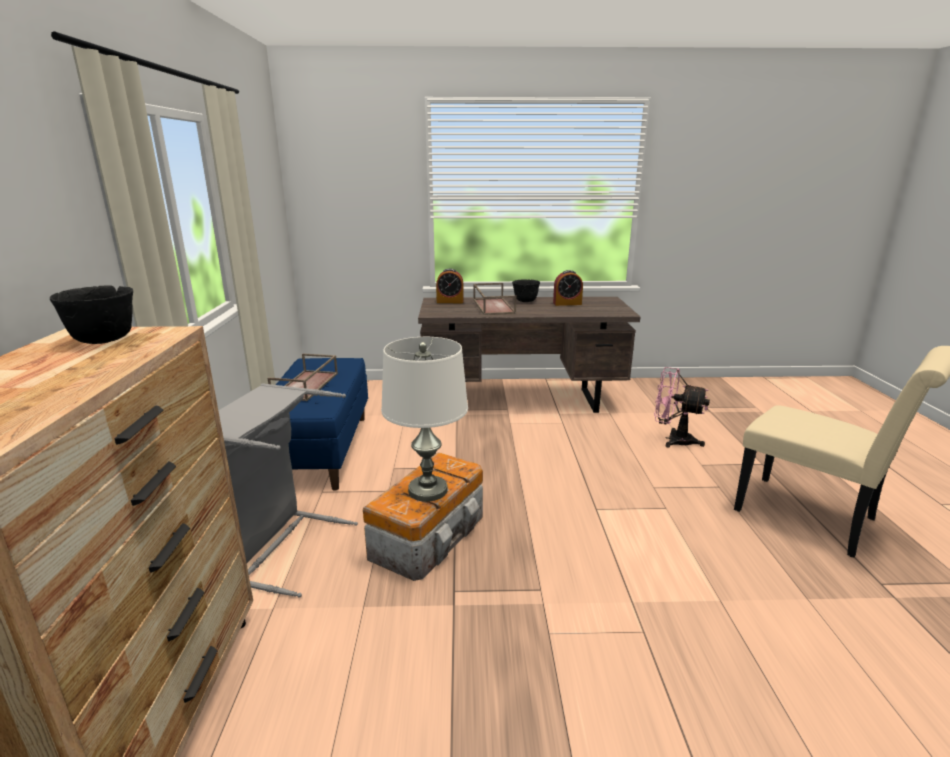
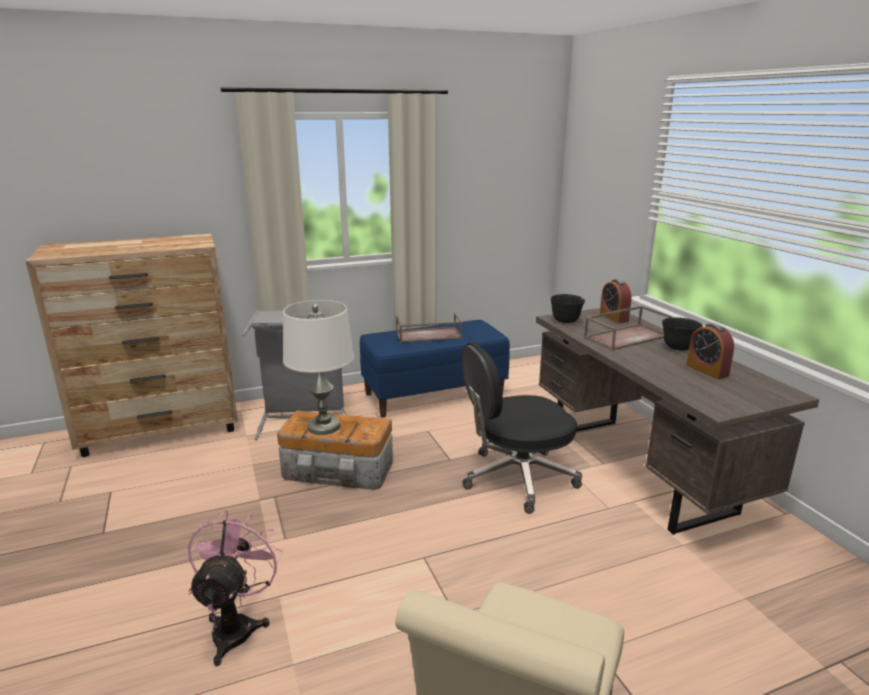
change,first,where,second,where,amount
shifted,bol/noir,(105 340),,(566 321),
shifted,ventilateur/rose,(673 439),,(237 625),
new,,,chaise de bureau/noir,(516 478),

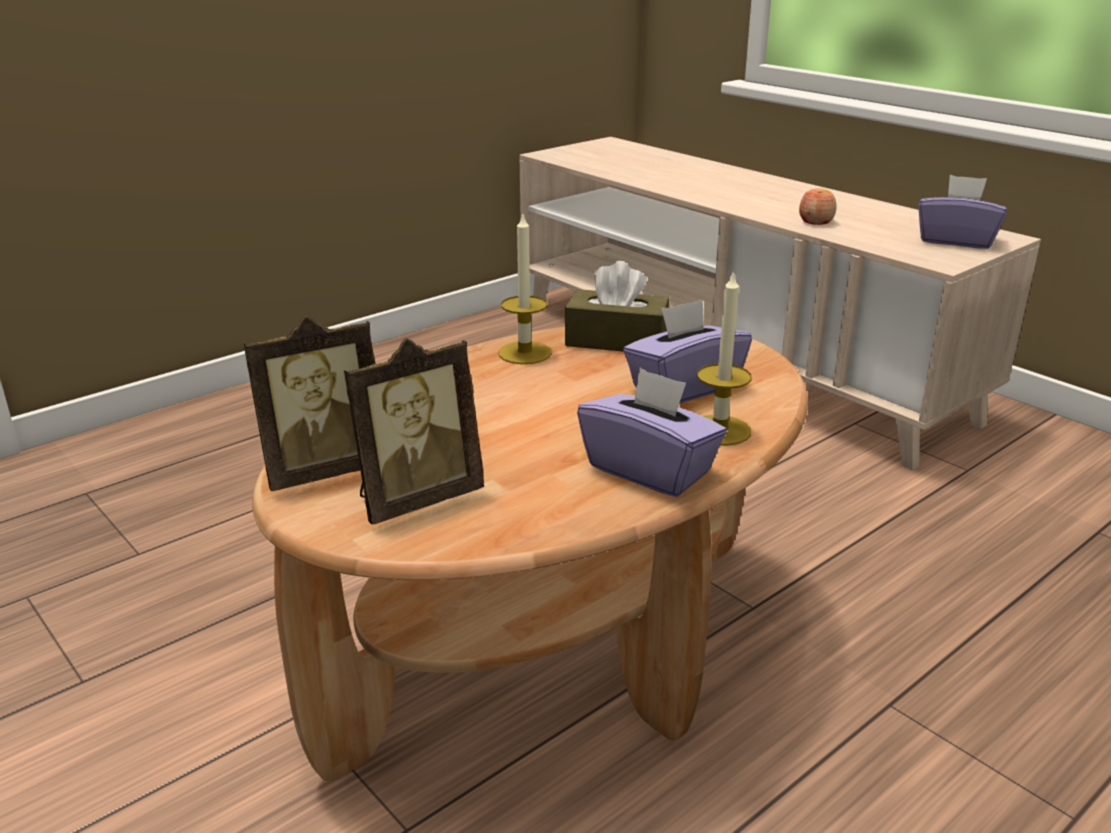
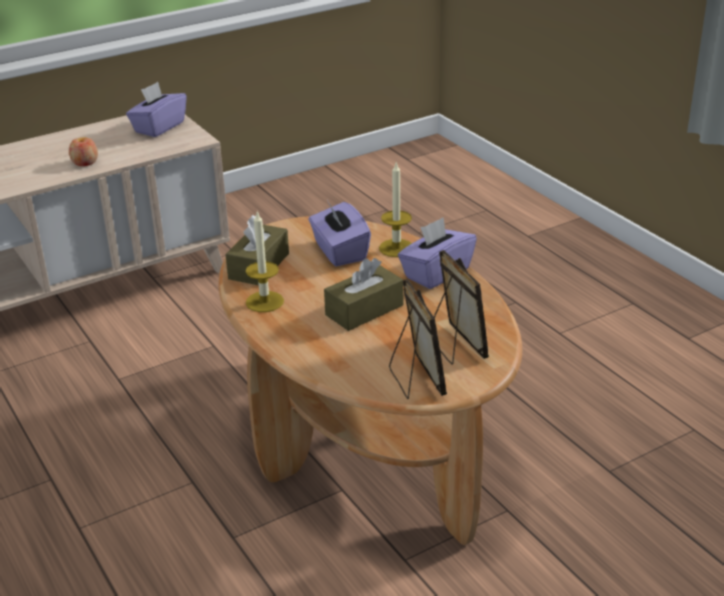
change,first,where,second,where,amount
new,,,boîte à mouchoirs/marron,(364 310),

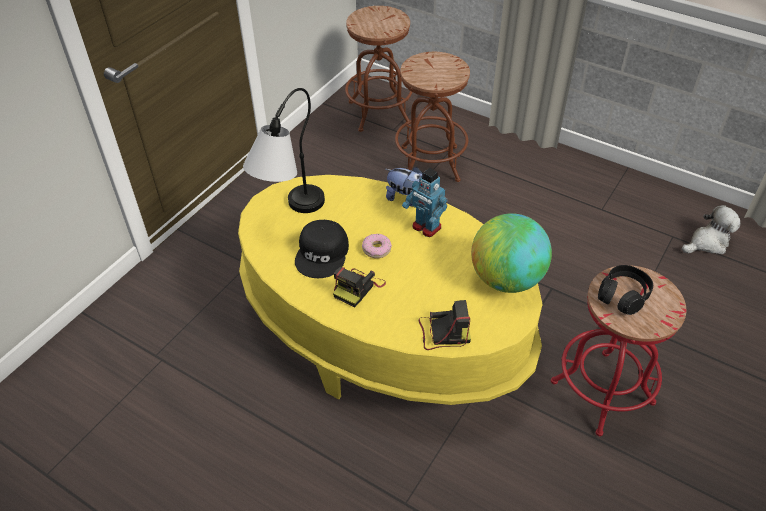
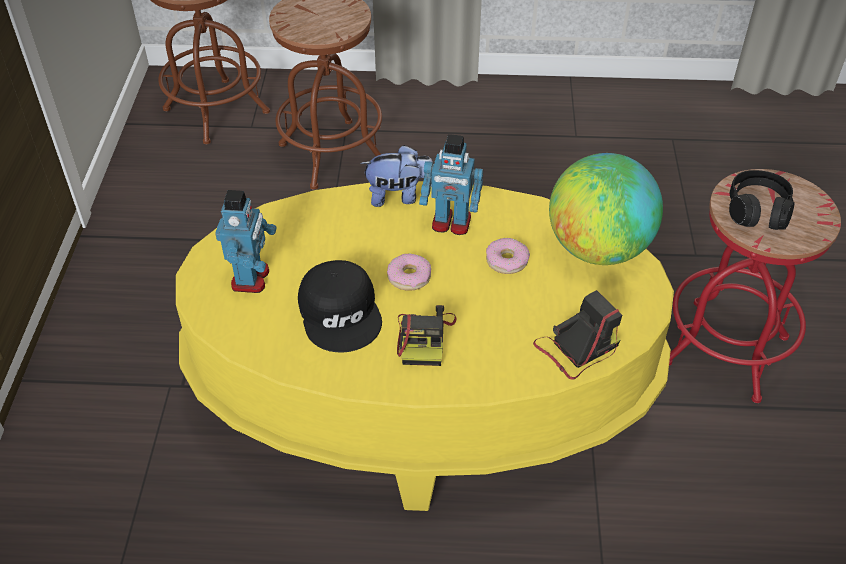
change,first,where,second,where,amount
swapped,lampe de table,(289 214),robot jouet,(251 278),
gone,peluche,(707 242),,,
new,,,beignet,(507 261),

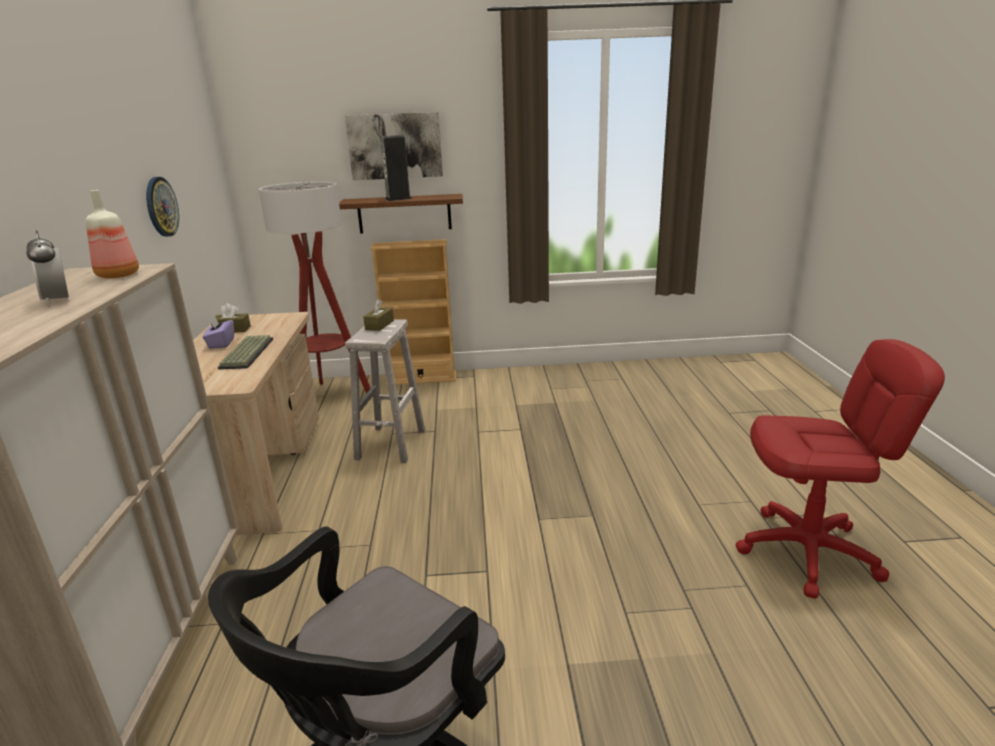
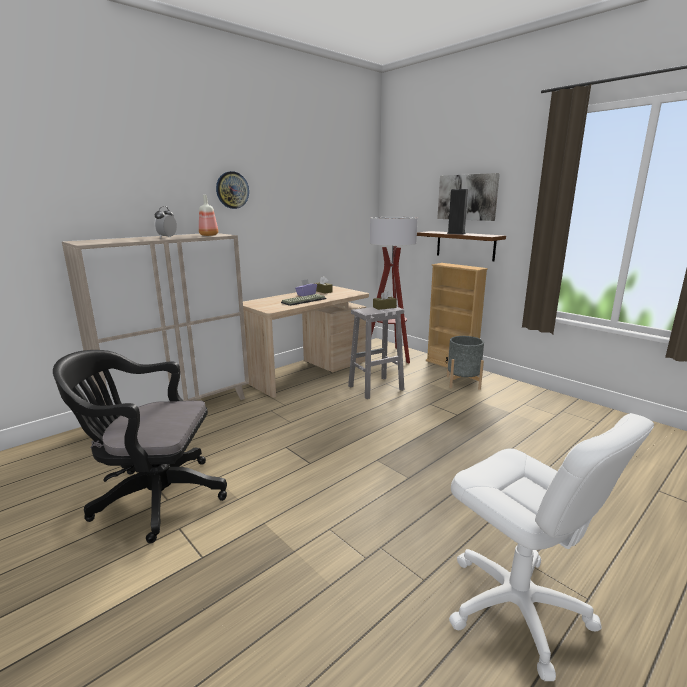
change,first,where,second,where,amount
shifted,horloge murale,(161 207),,(232 190),
repainted,chaise de bureau/rouge,(807 552),chaise de bureau/blanc,(516 607),
new,,,cache-pot/gris,(463 382),

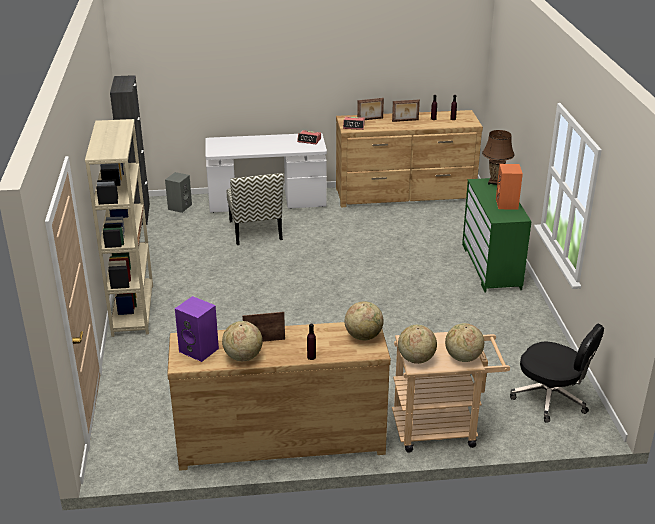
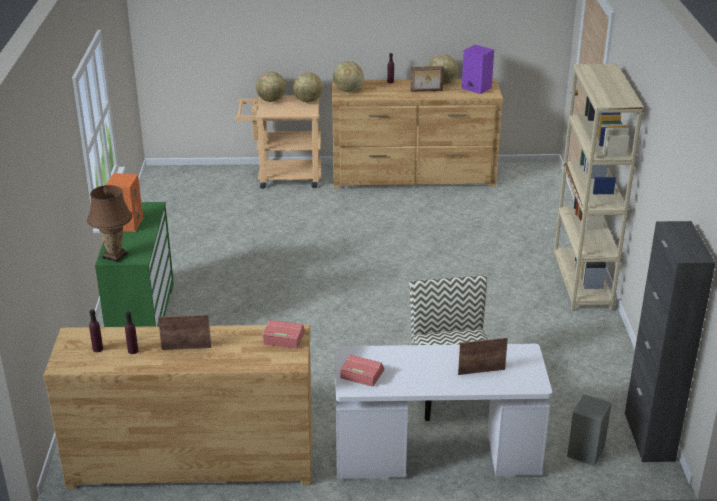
change,first,where,second,where,amount
shifted,cadre photo,(370 119),,(481 371),
gone,chaise de bureau/noir,(551 398),,,

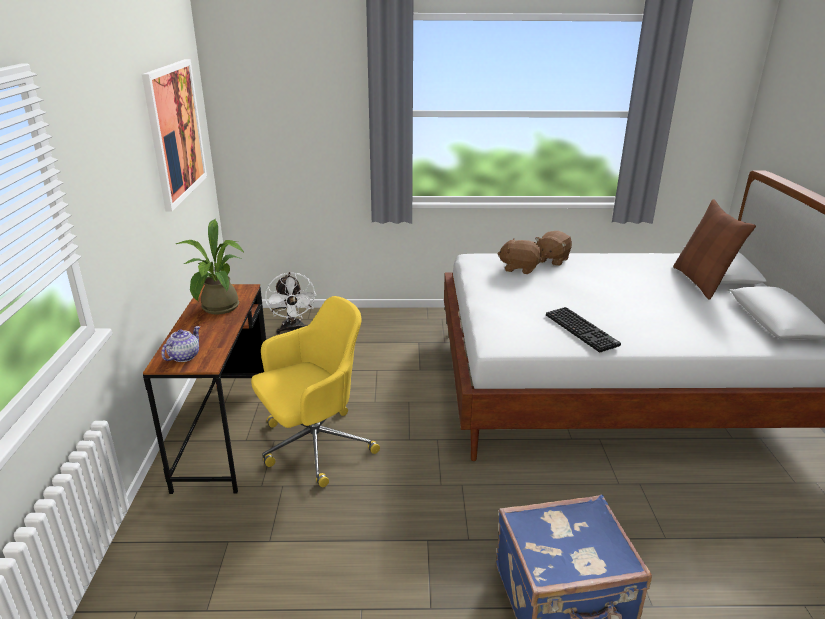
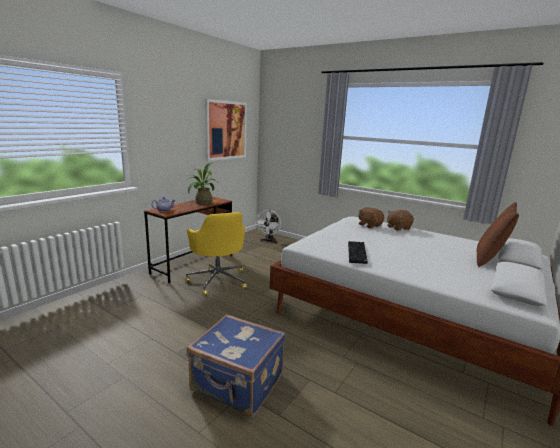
change,first,where,second,where,amount
rotated,chaise de bureau/jaune,(314 446),,(218 280),60 degrees clockwise

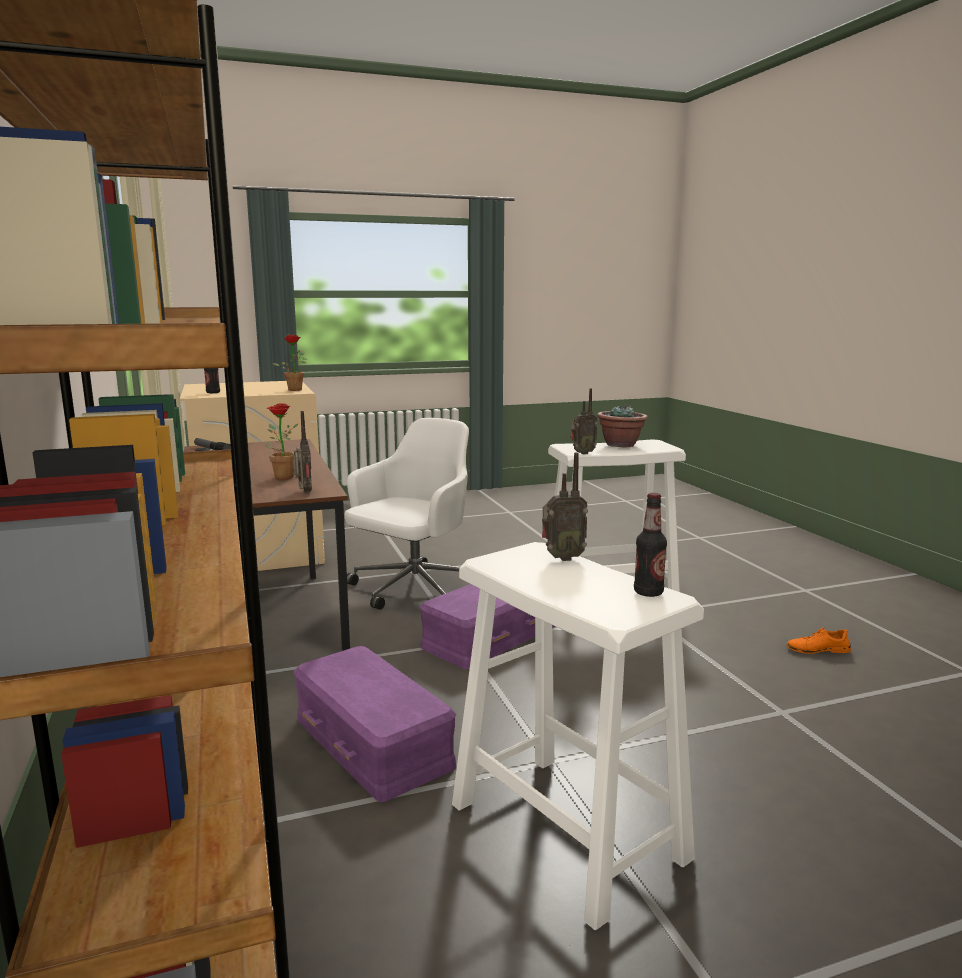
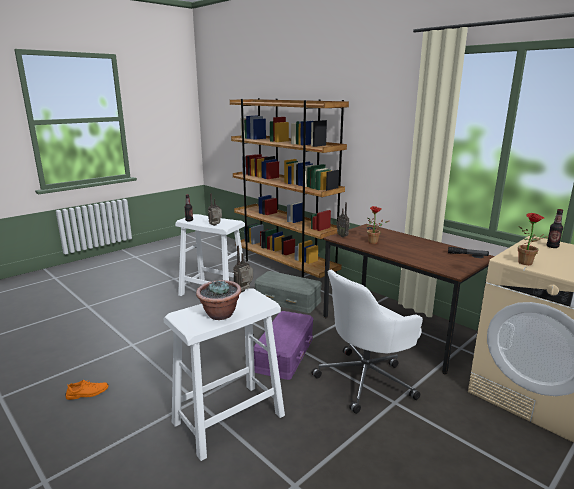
change,first,where,second,where,amount
rotated,chaise de bureau/blanc,(413 590),,(366 379),45 degrees clockwise
repainted,boîte de rangement/violet,(370 742),boîte de rangement/gris,(288 300),

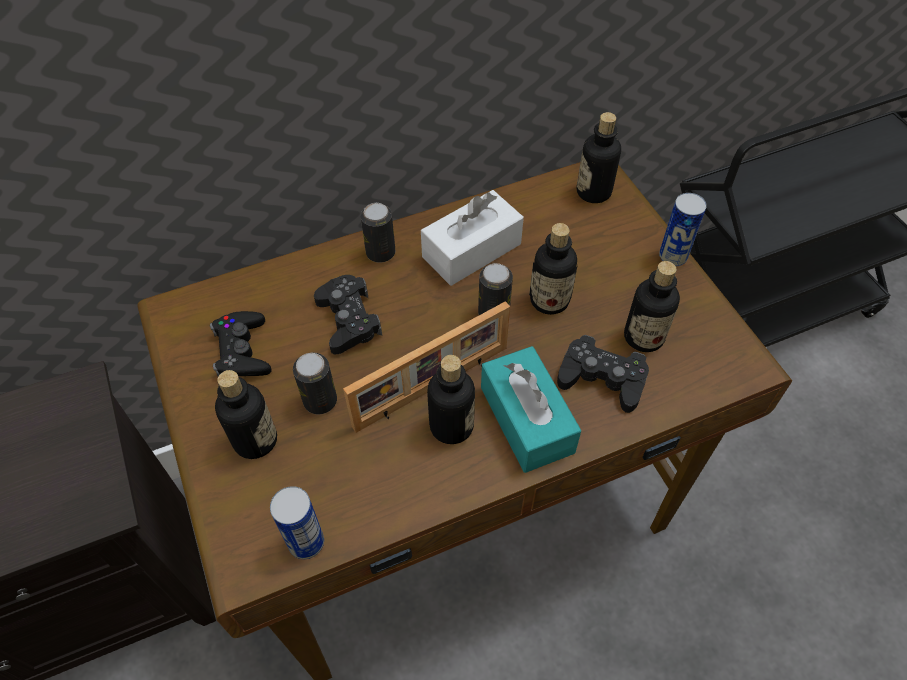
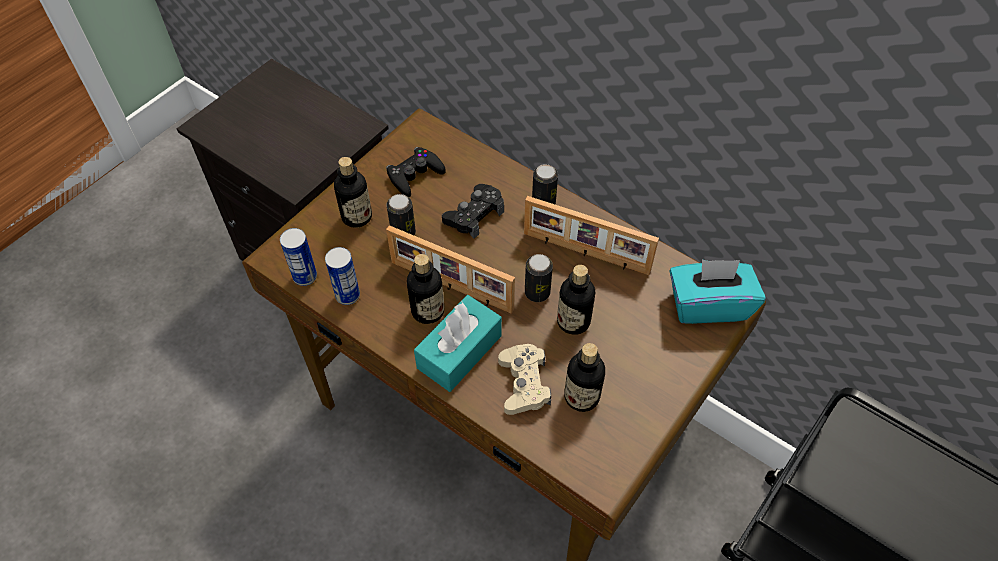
change,first,where,second,where,amount
swapped,bouteille,(593 192),boîte à mouchoirs/turquoise,(708 305),
swapped,boîte à mouchoirs/blanc,(471 250),cadre photo,(585 253),
shifted,boîte métallique,(673 256),,(347 295),
repainted,manette/noir,(602 378),manette/beige,(524 384),

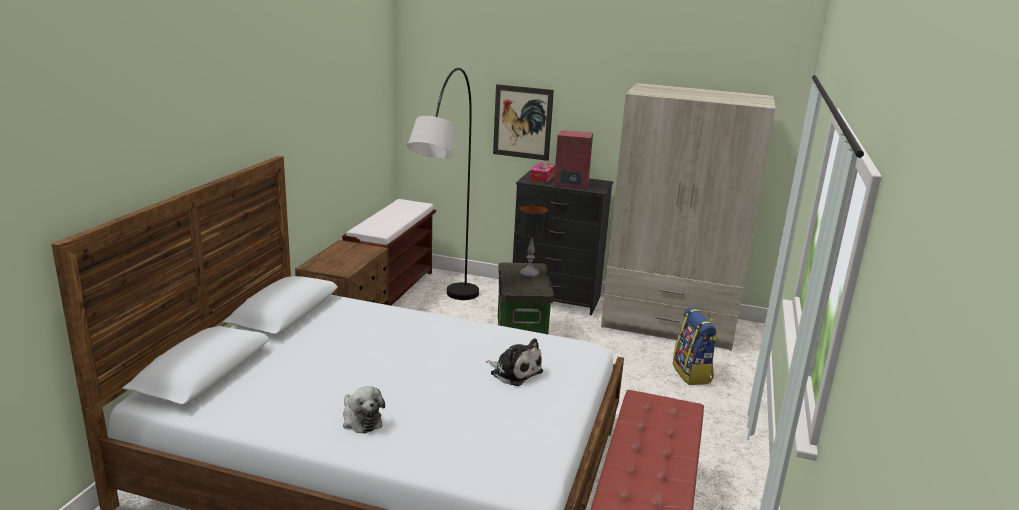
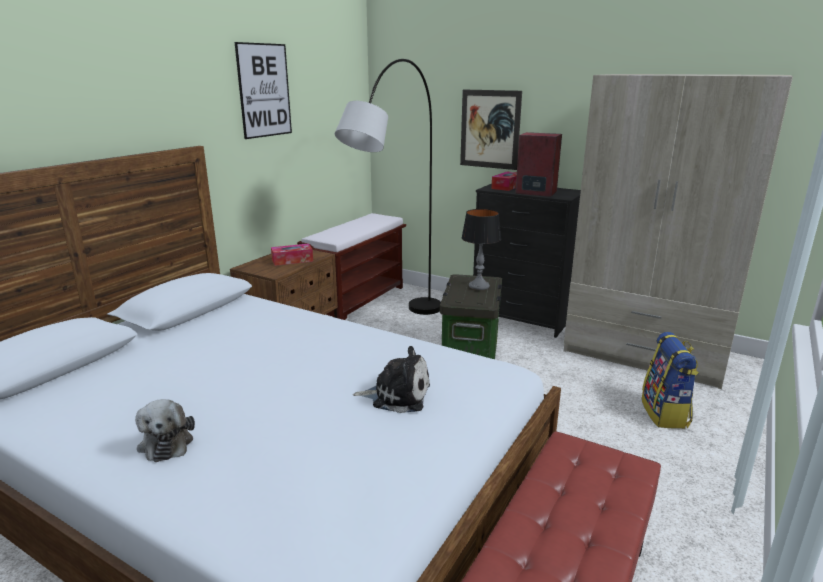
change,first,where,second,where,amount
rotated,peluche,(514 372),,(397 395),45 degrees counterclockwise
new,,,tableau,(264 90),
new,,,boîte à mouchoirs,(292 260),

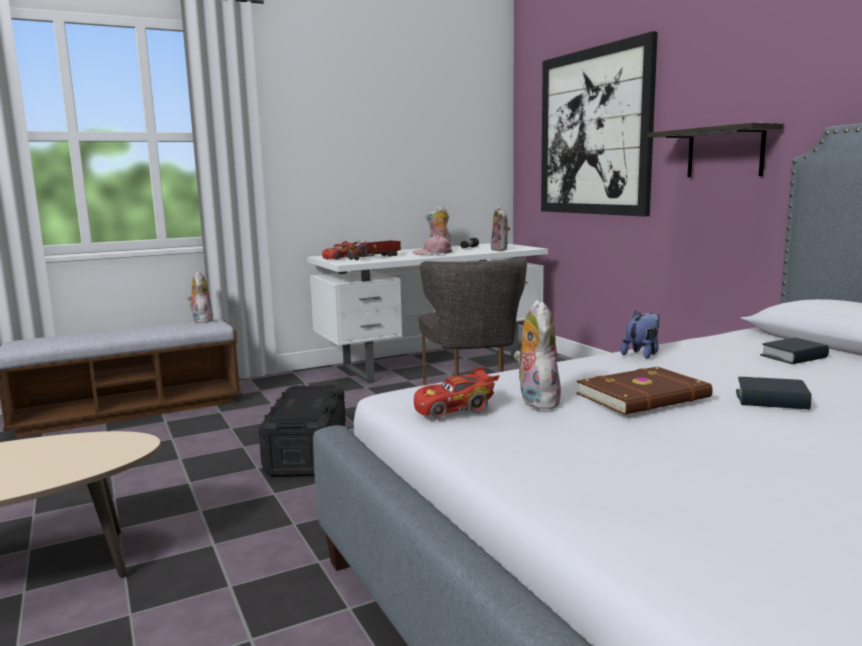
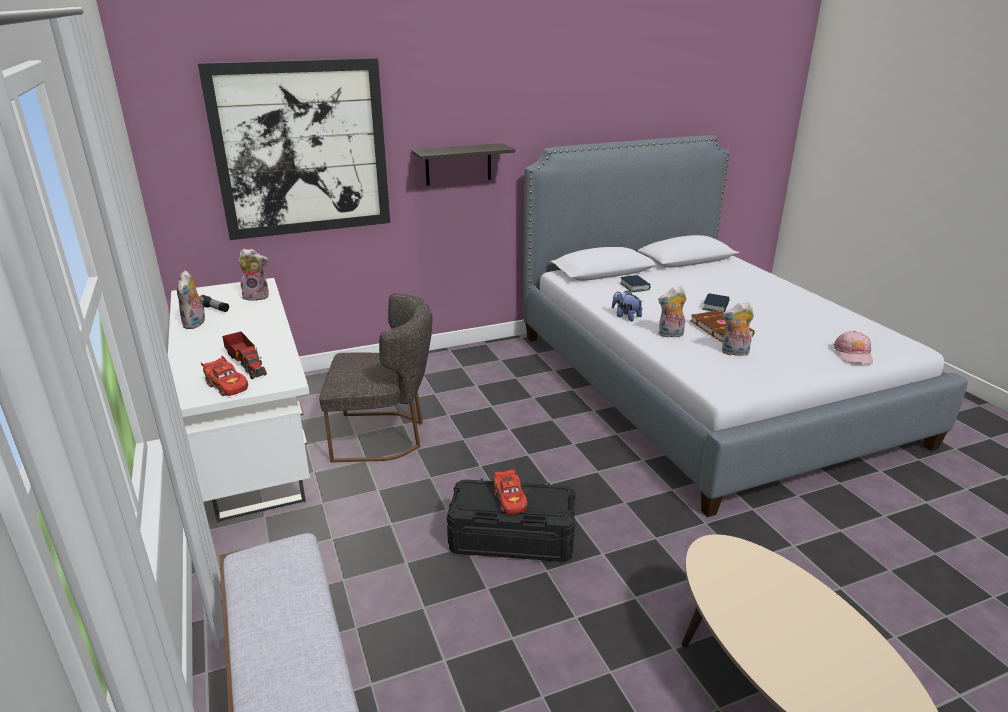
change,first,where,second,where,amount
shifted,casquette/rose,(432 253),,(853 354),
shifted,peluche,(201 320),,(670 335),
shifted,petite voiture/rouge,(455 409),,(509 499),

